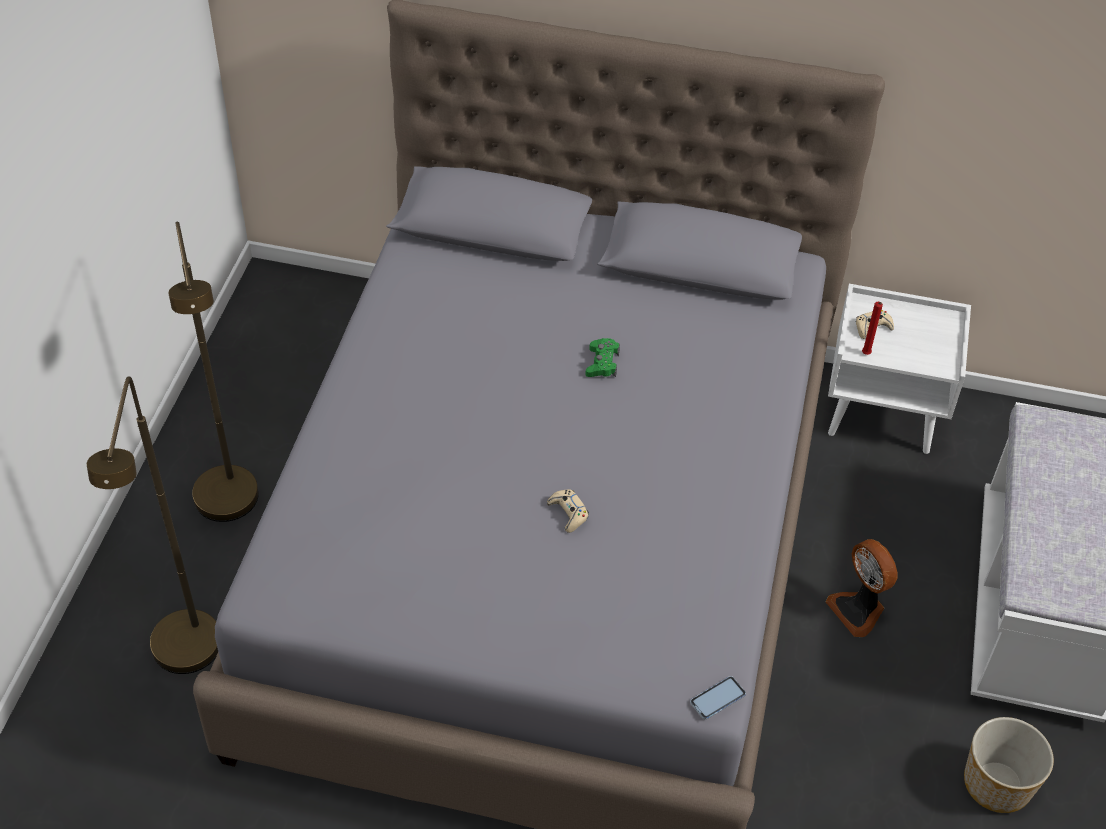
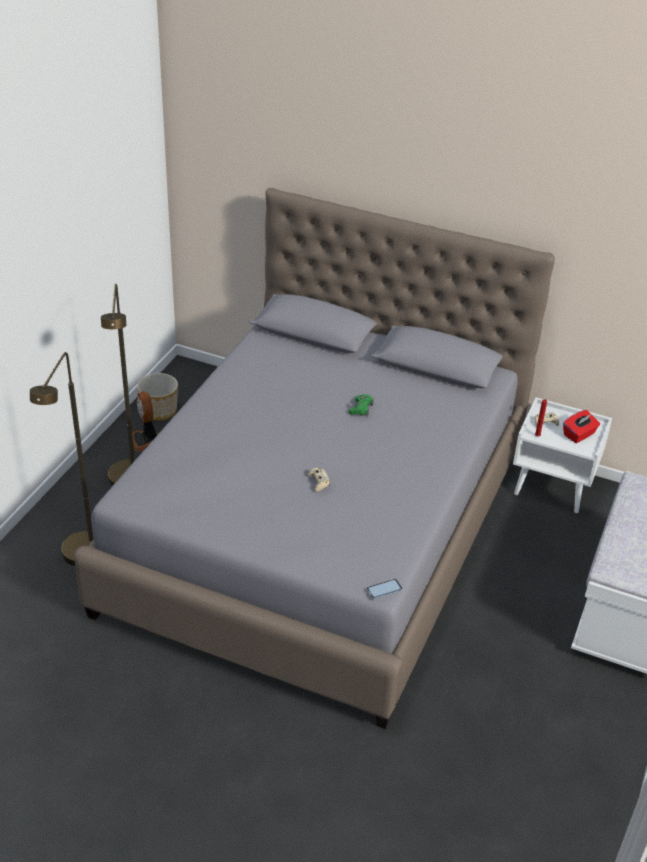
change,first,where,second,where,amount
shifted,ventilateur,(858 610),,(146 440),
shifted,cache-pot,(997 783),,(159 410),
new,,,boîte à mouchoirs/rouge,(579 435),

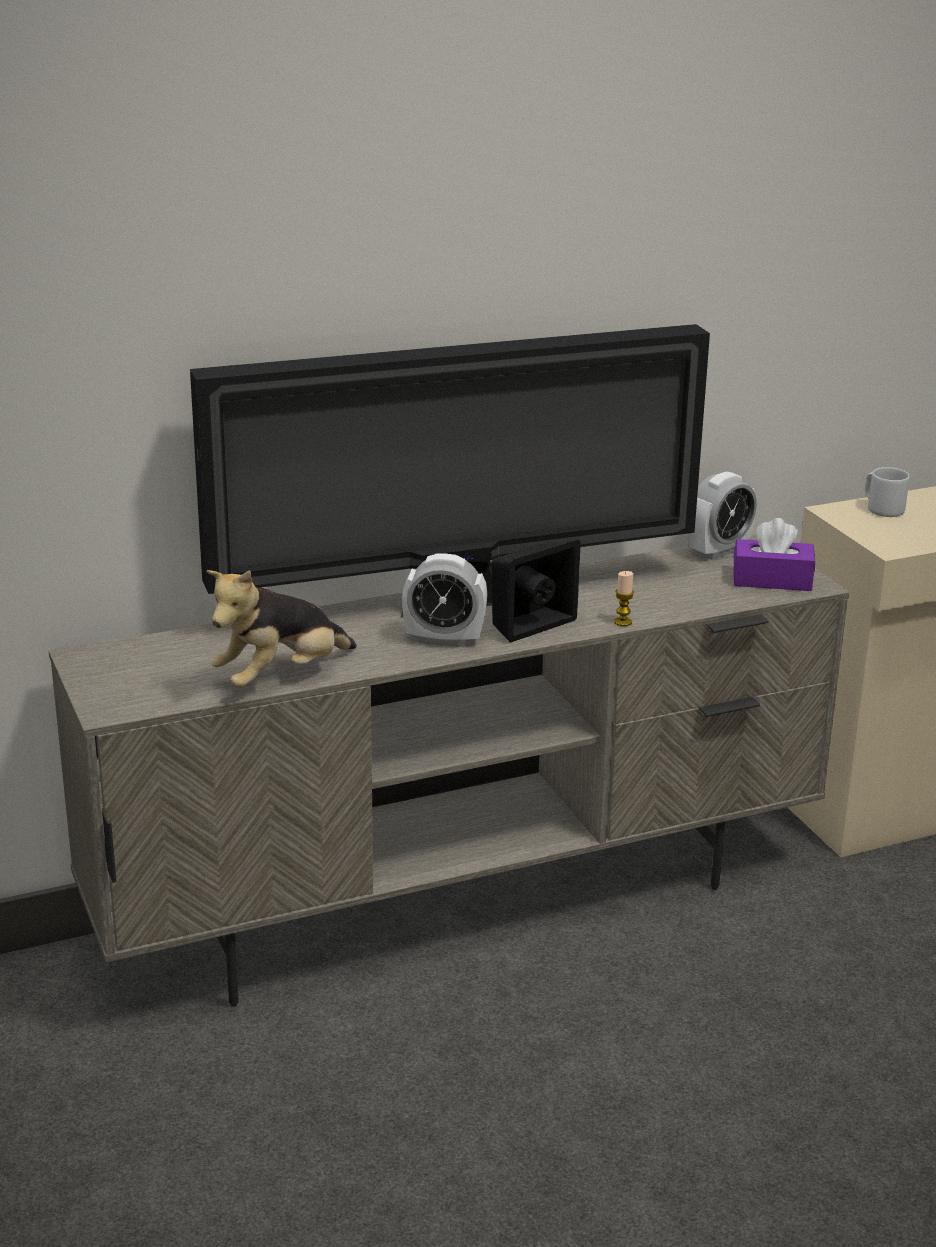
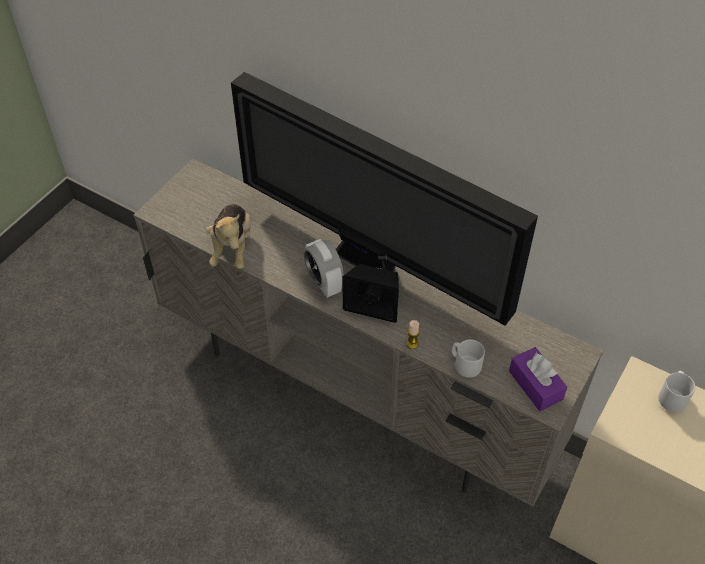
change,first,where,second,where,amount
gone,réveil,(719 551),,,
rotated,peluche,(280 677),,(232 247),105 degrees counterclockwise
new,,,mug/gris,(465 364),

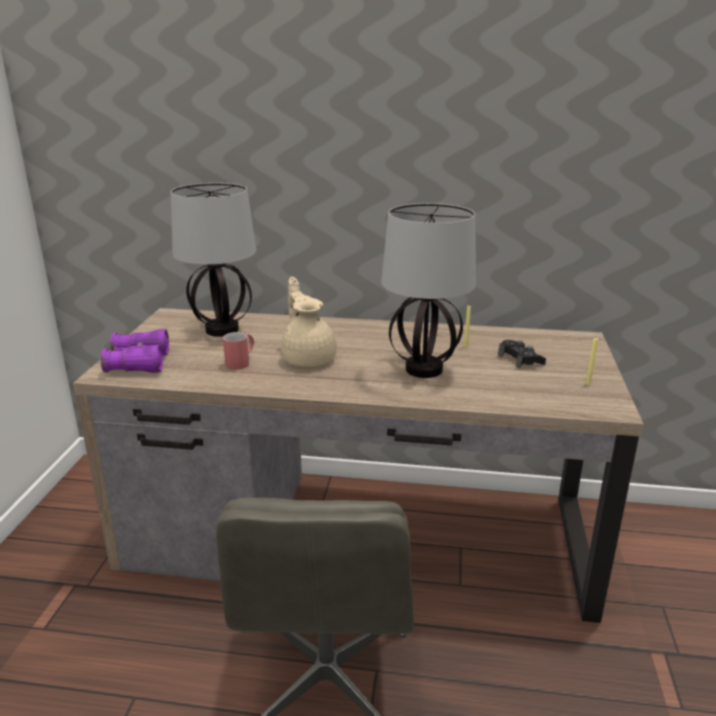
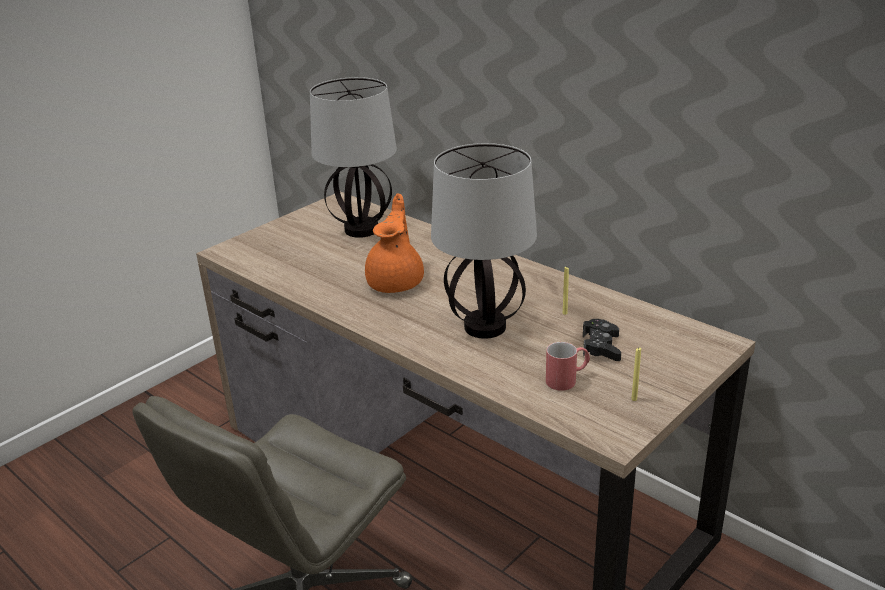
change,first,where,second,where,amount
repainted,théière/beige,(308 358),théière/orange,(397 282),
gone,jumelles/violet,(138 363),,,
shifted,mug/rouge,(241 362),,(567 379),

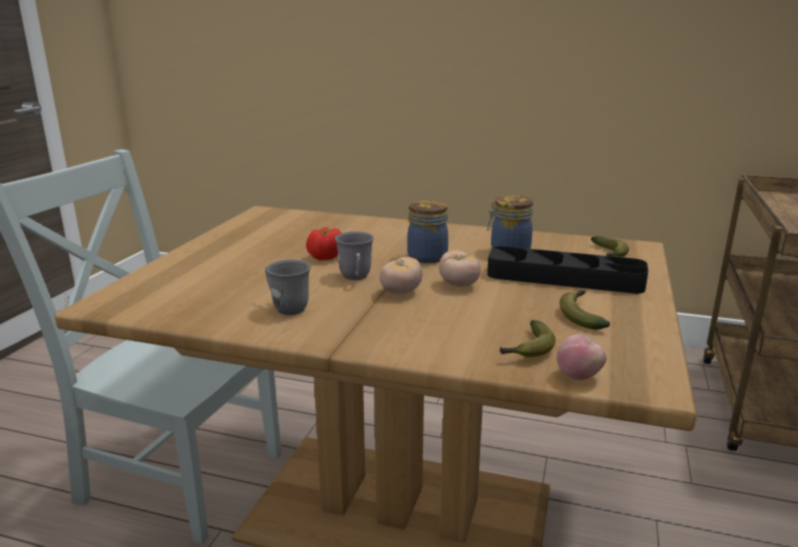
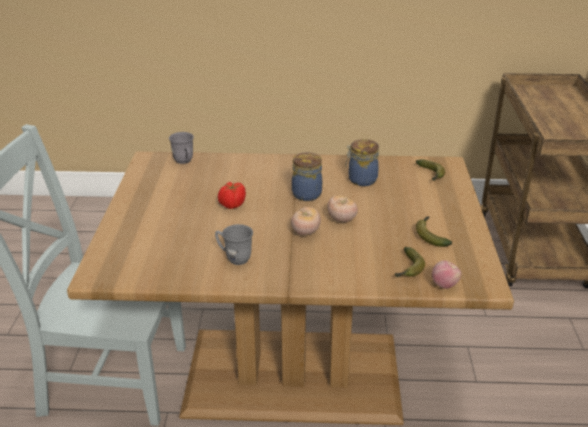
change,first,where,second,where,amount
shifted,mug/gris,(356 278),,(184 162),
gone,plateau/noir,(564 278),,,

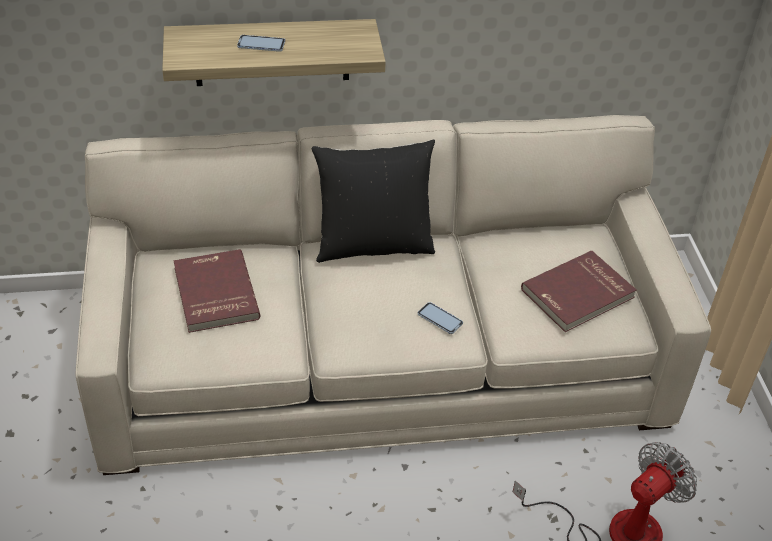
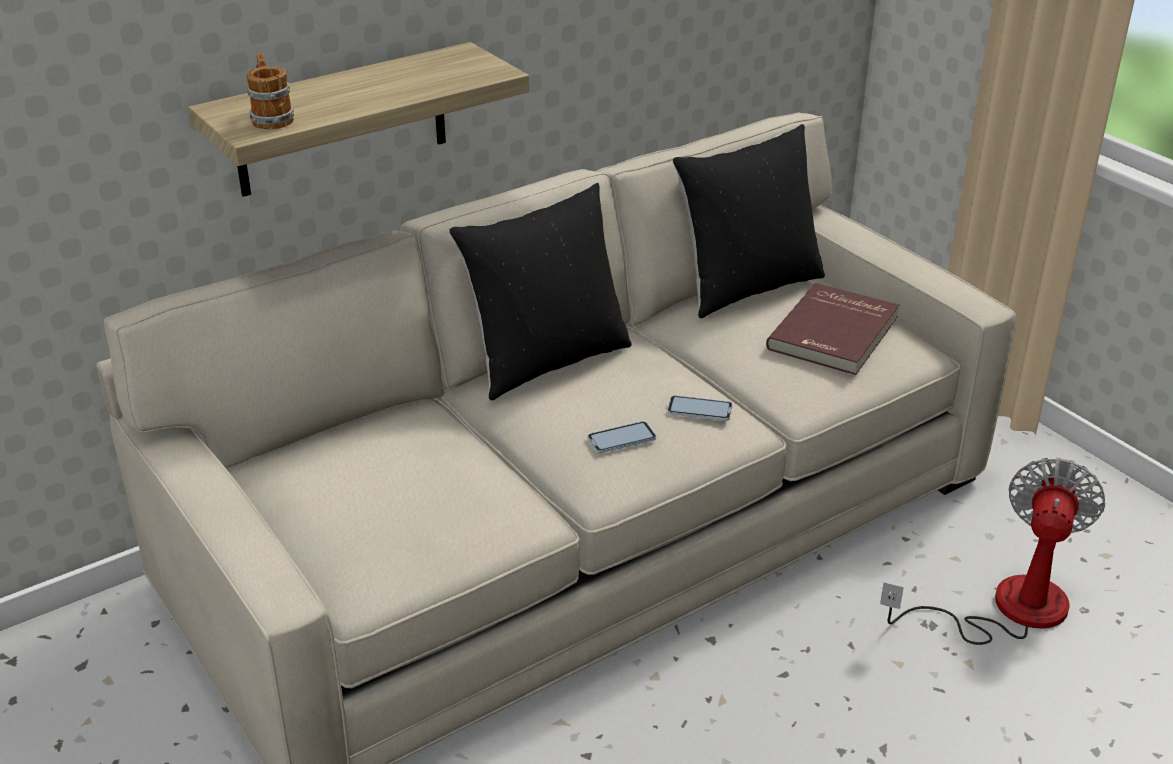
change,first,where,second,where,amount
shifted,téléphone,(261 44),,(621 439),
gone,livre/rouge,(214 293),,,
new,,,mug,(271 117),
new,,,coussin/noir,(747 286),

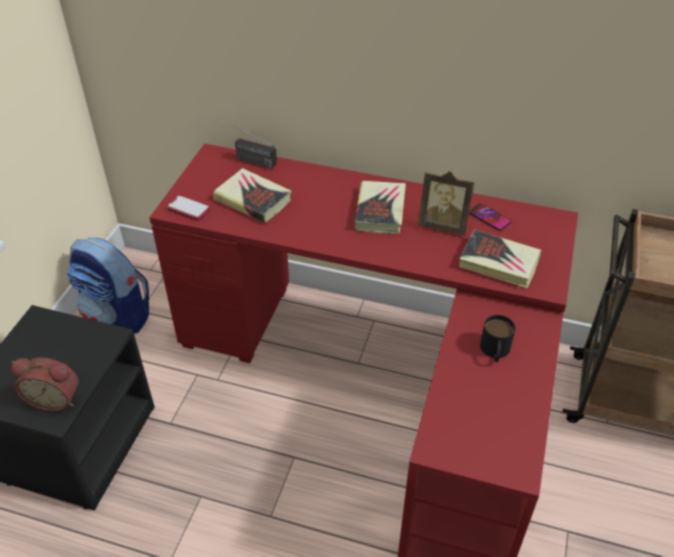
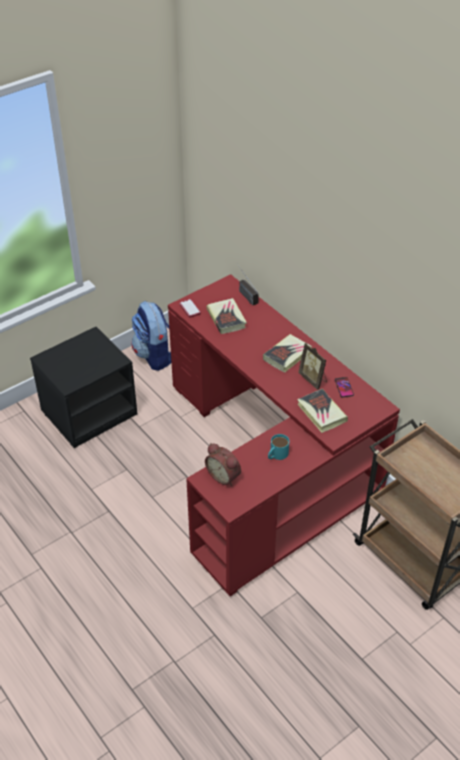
change,first,where,second,where,amount
repainted,mug/noir,(495 351),mug/turquoise,(276 455),
shifted,réveil,(55 398),,(224 475),

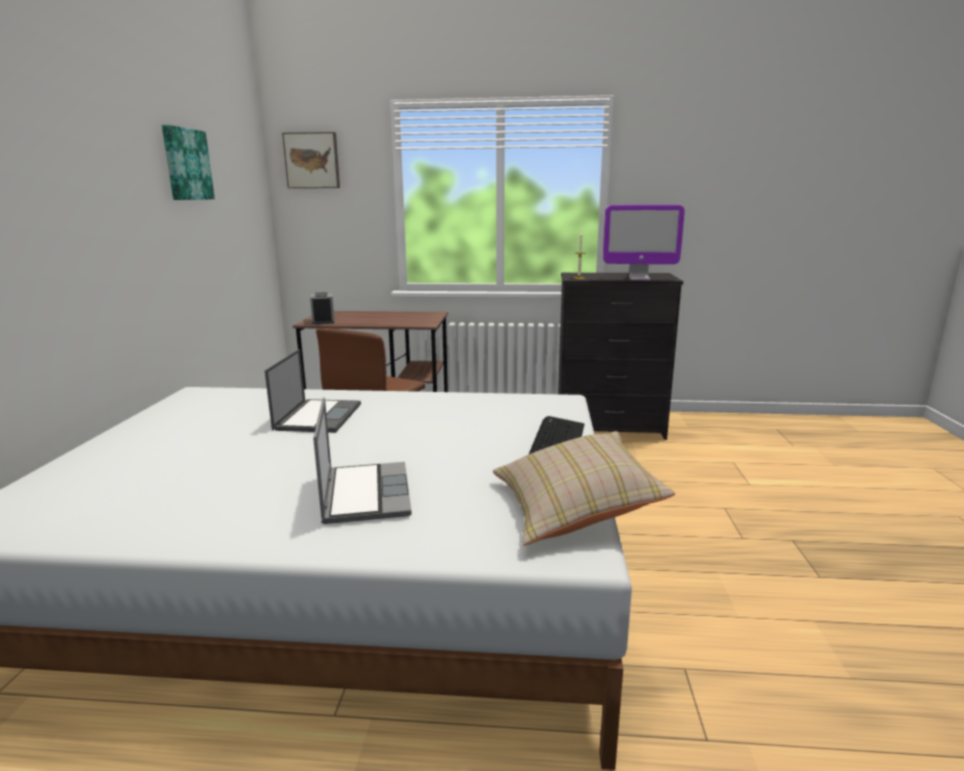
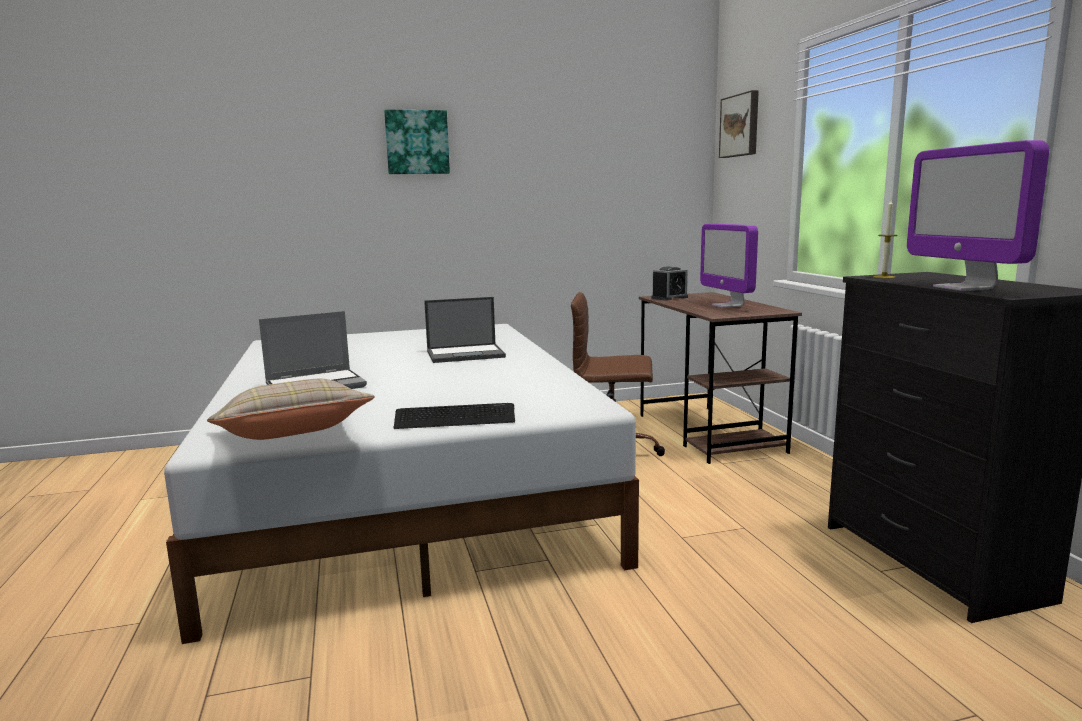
change,first,where,second,where,amount
shifted,tableau,(186 164),,(417 142),
new,,,écran d'ordinateur,(727 306),

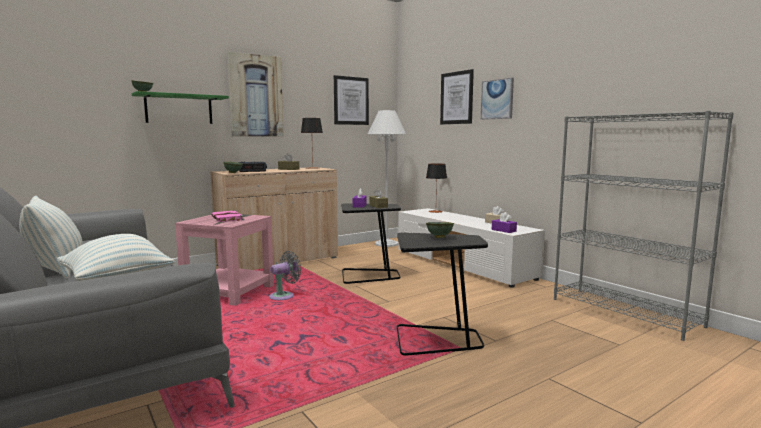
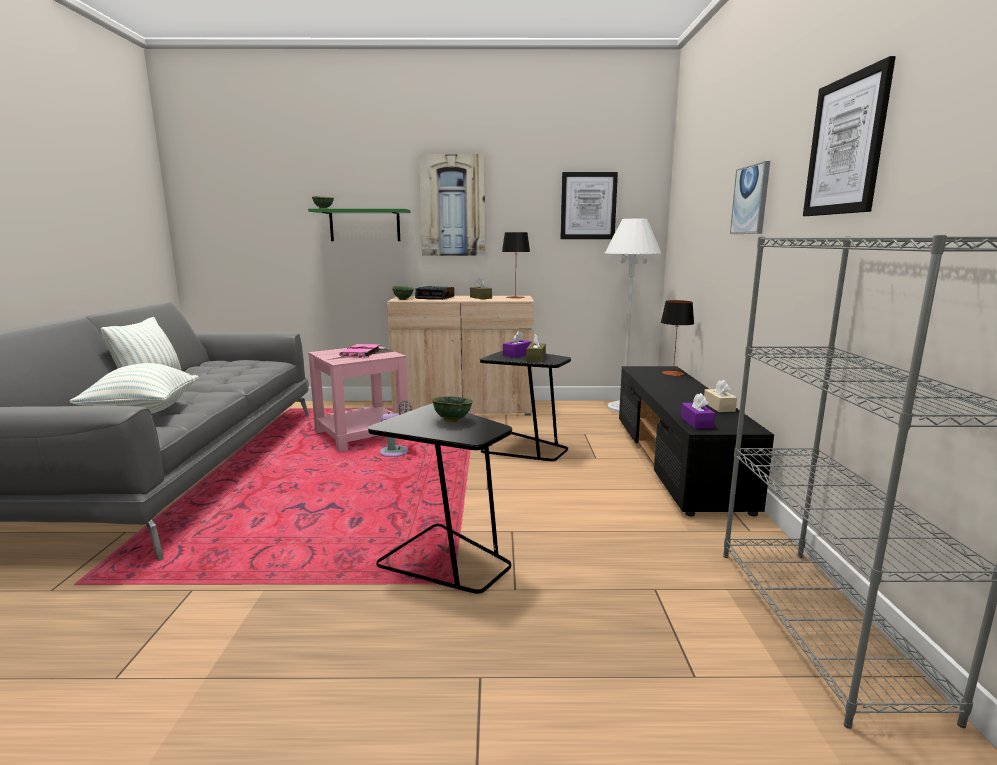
change,first,where,second,where,amount
shifted,tableau,(456 98),,(846 146),
repainted,meuble télé/blanc,(463 264),meuble télé/noir,(677 461),

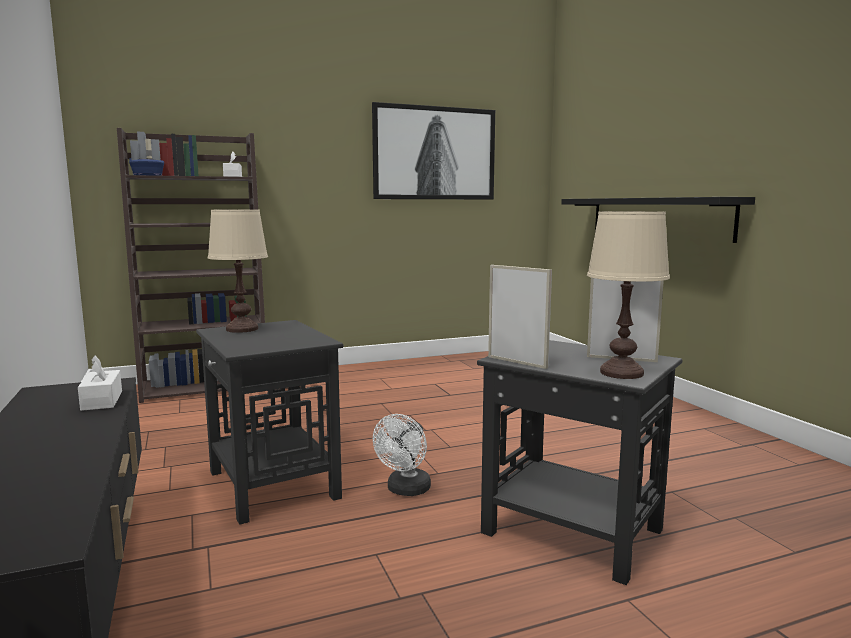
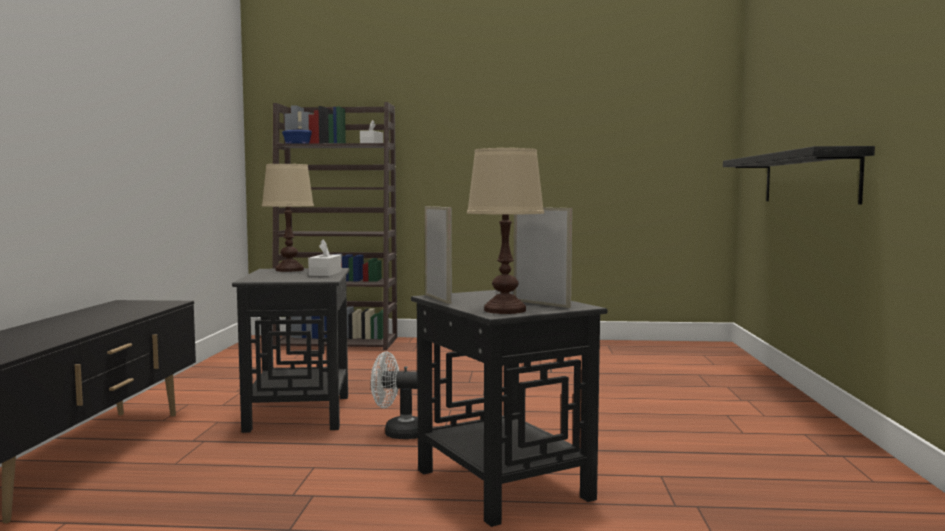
change,first,where,second,where,amount
gone,tableau,(434 153),,,
shifted,boîte à mouchoirs/blanc,(102 400),,(325 273),
rotated,ventilateur/blanc,(406 490),,(398 433),45 degrees clockwise

